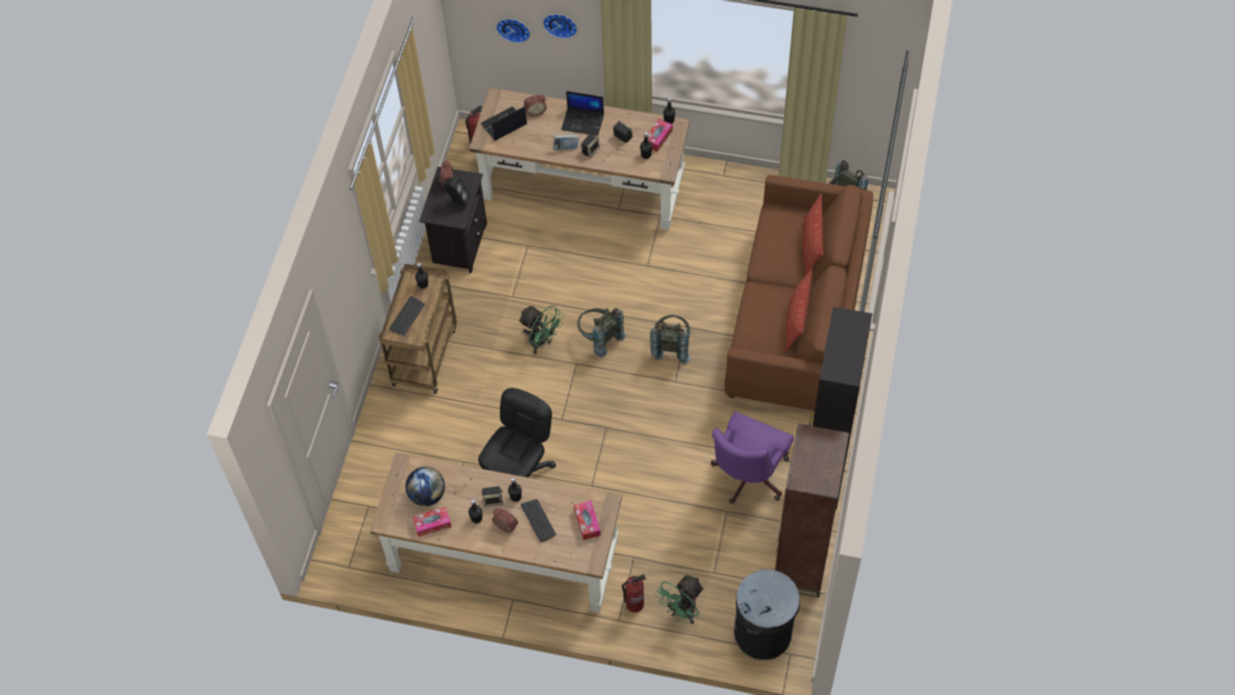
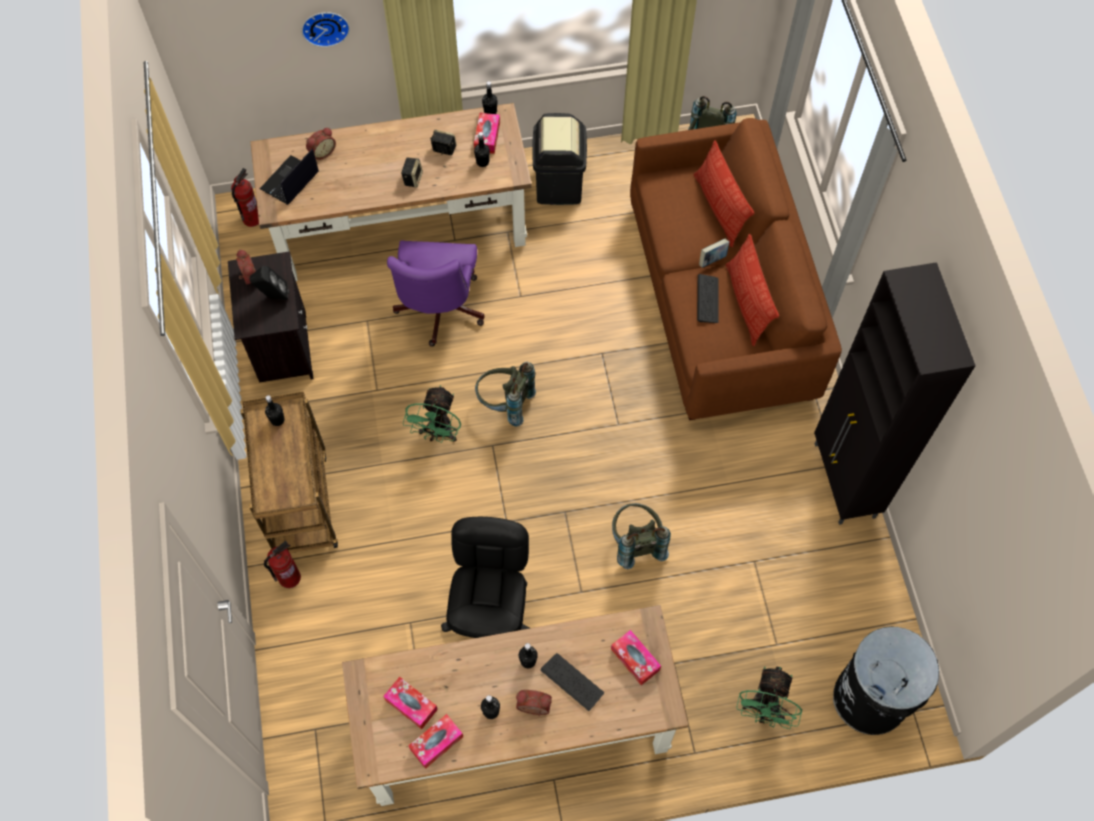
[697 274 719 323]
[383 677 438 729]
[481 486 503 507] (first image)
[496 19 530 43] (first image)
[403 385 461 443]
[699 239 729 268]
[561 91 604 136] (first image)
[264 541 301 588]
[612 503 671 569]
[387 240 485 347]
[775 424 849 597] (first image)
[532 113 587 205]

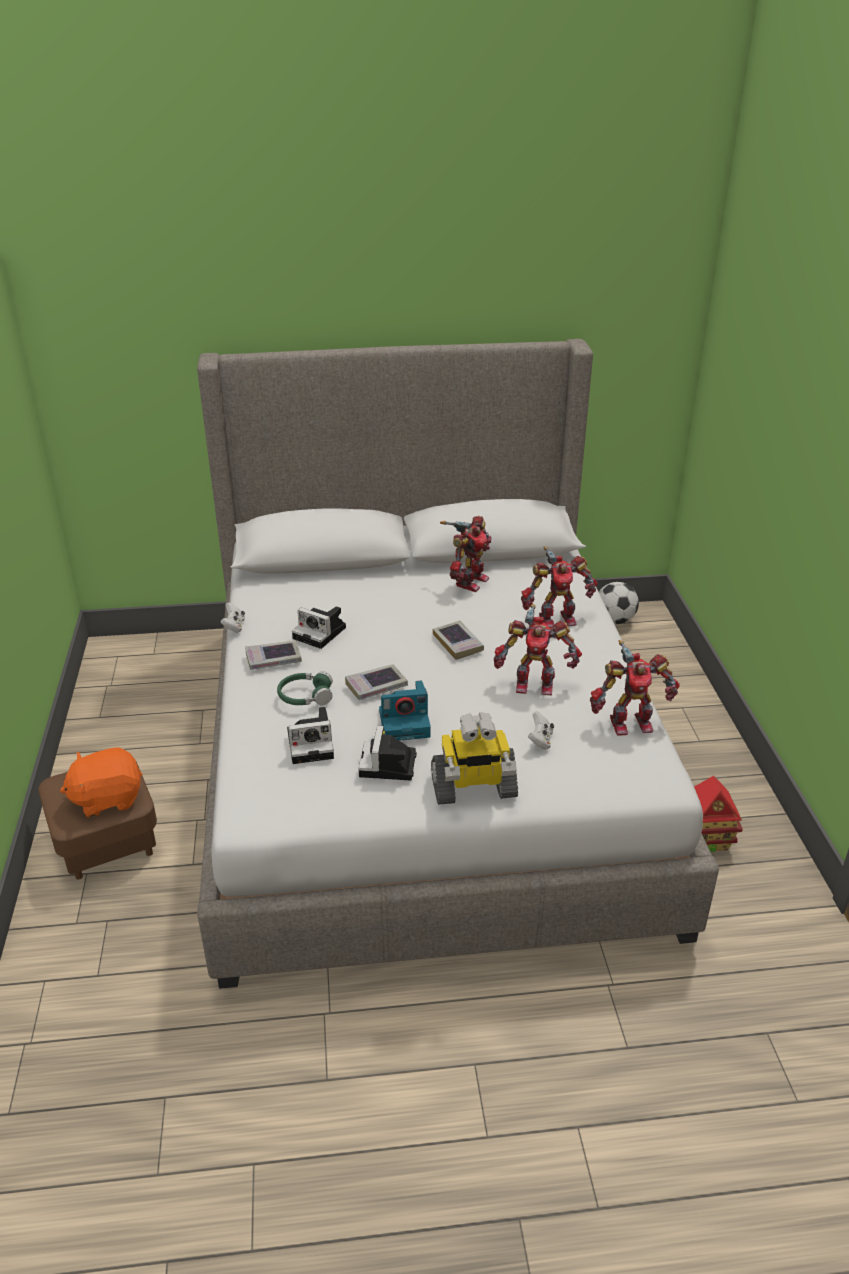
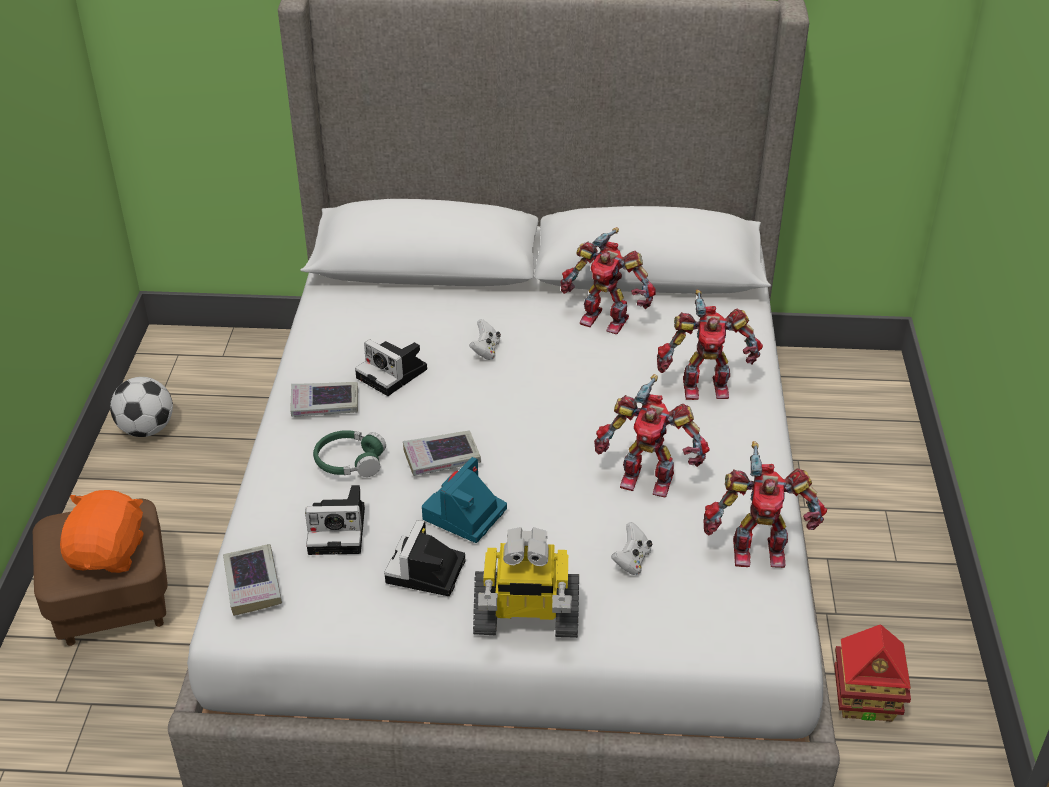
[60 490 144 573]
[469 319 501 360]
[422 457 507 543]
[223 544 282 616]
[560 227 656 334]
[110 377 173 437]

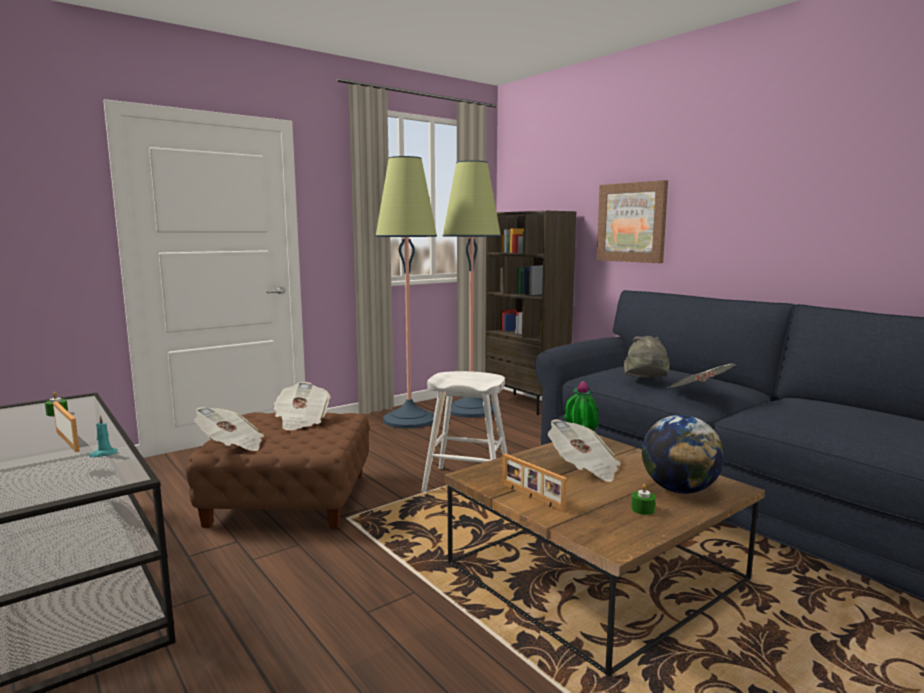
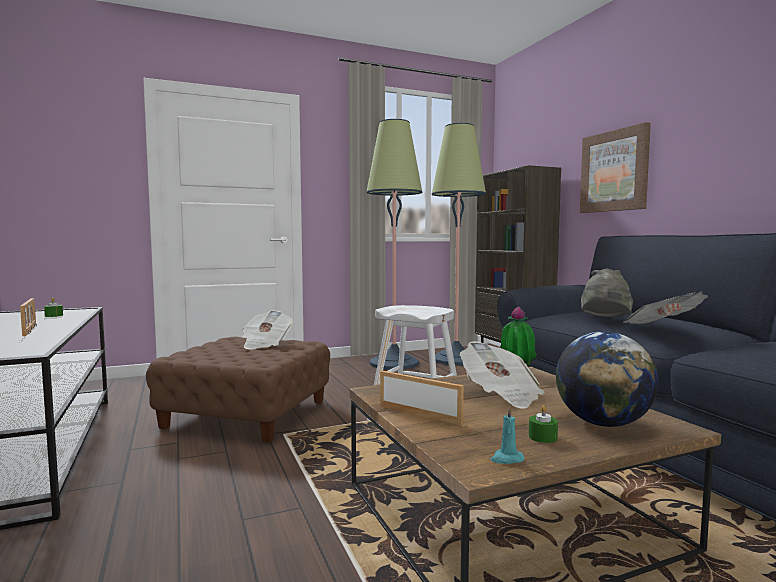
[491 406 525 464]
[194 407 264 451] (first image)
[380 371 464 425]

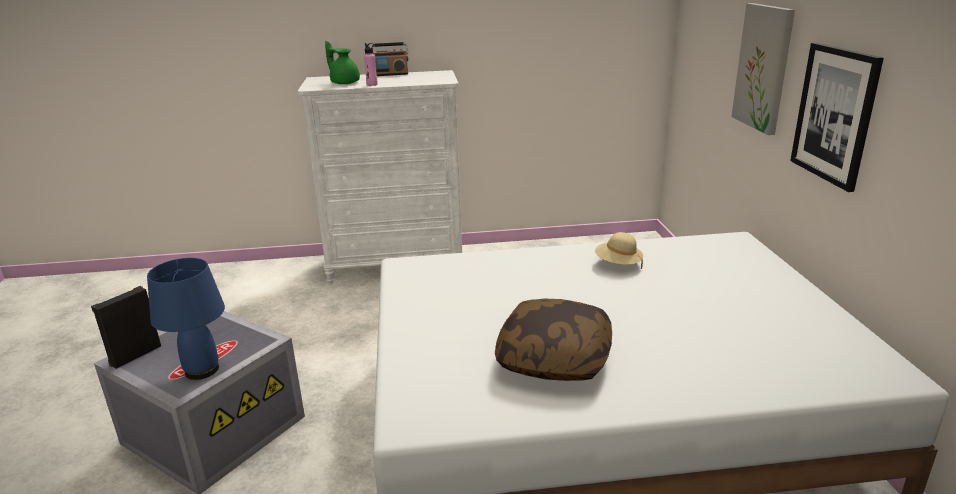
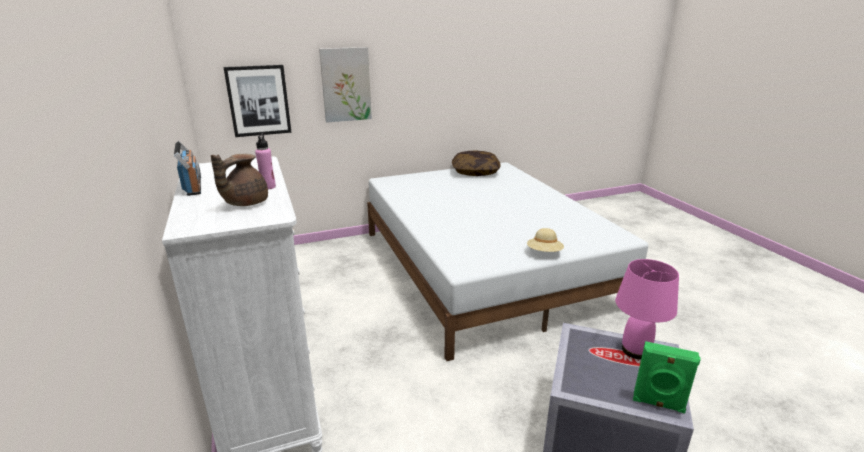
[633 341 701 413]
[615 259 679 359]
[211 154 268 206]
[452 150 501 176]
[527 228 564 252]
[223 65 291 137]

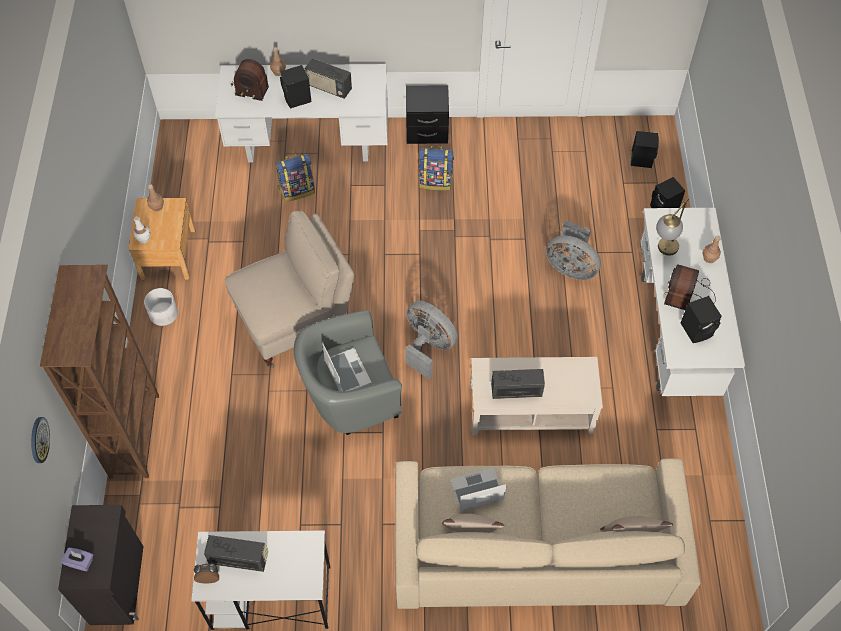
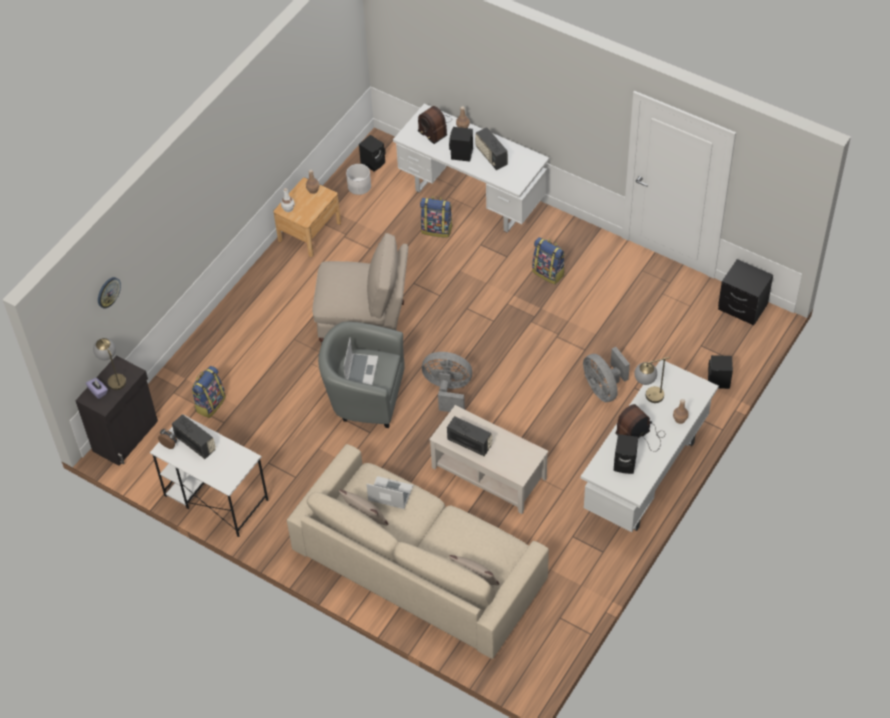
[40 265 159 479] (first image)
[346 164 371 195]
[718 259 773 325]
[422 352 472 412]
[359 135 386 171]
[93 338 126 390]
[191 366 226 418]

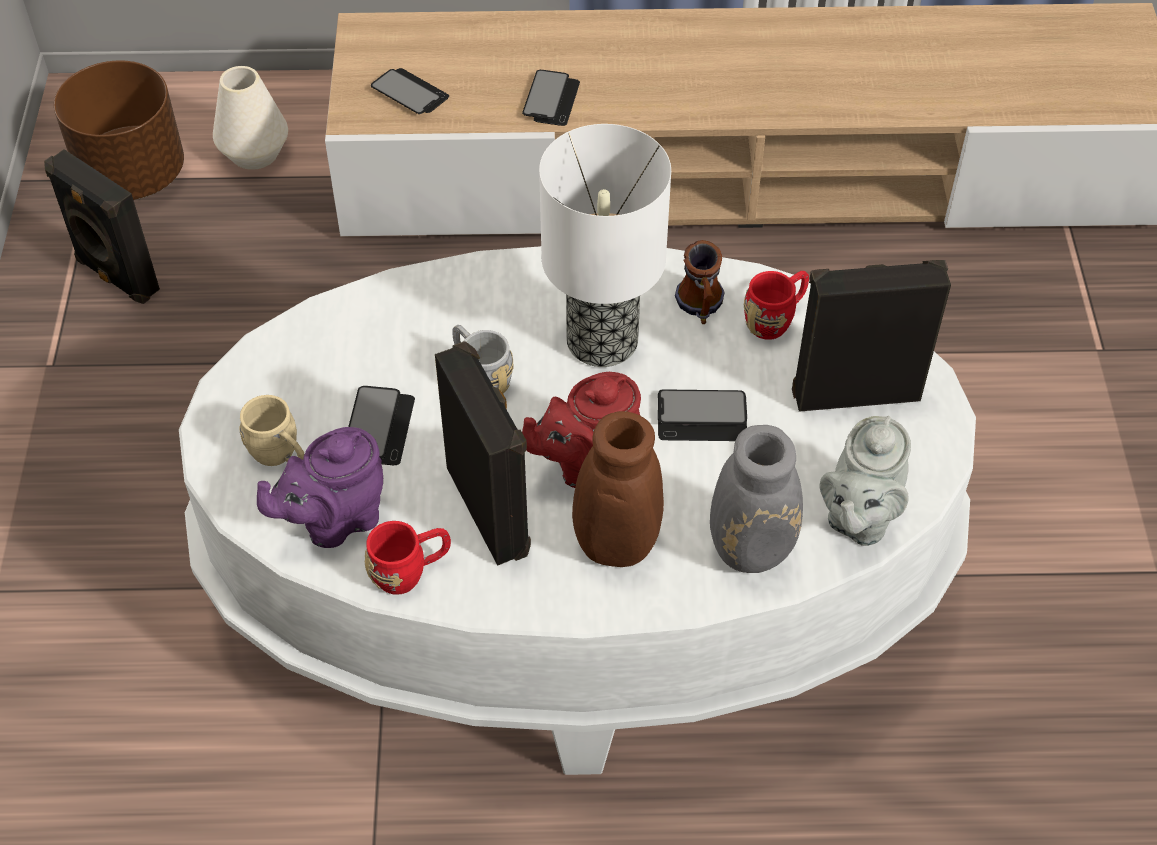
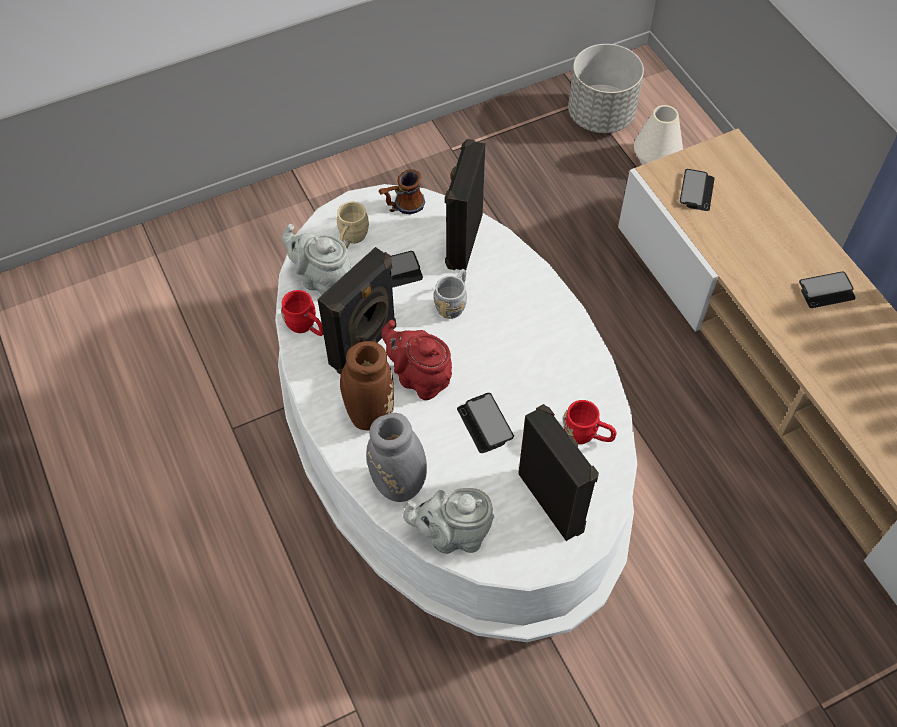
[445 139 485 270]
[568 44 644 133]
[282 224 350 296]
[799 271 856 308]
[539 124 671 367] (first image)
[379 169 425 214]

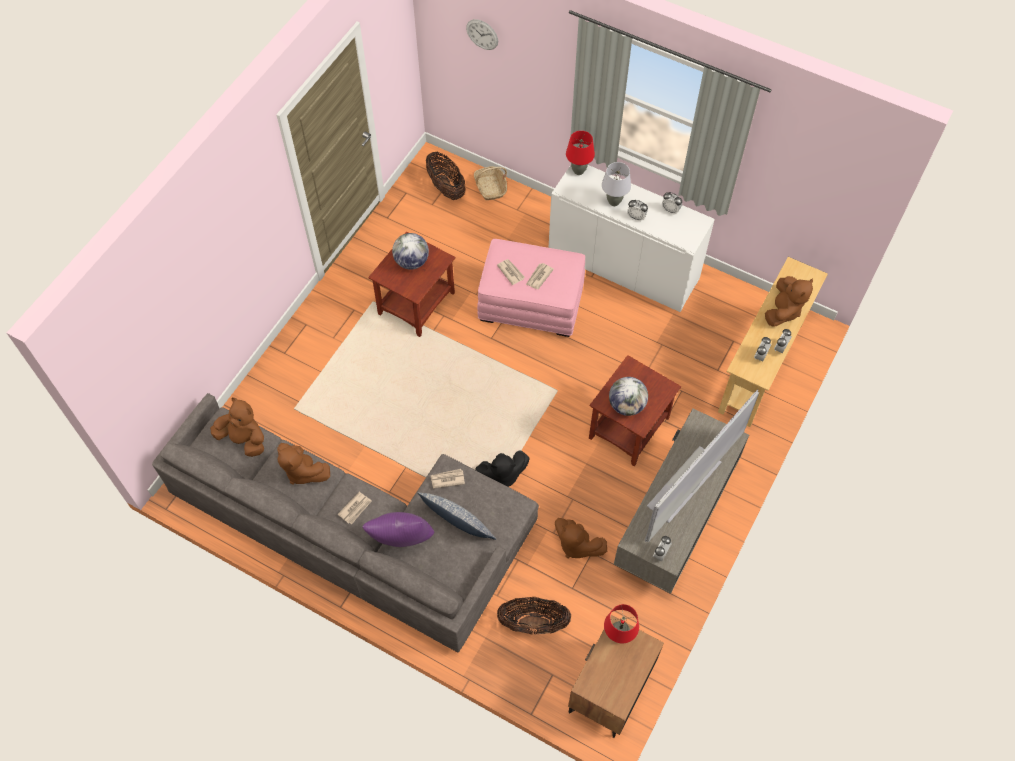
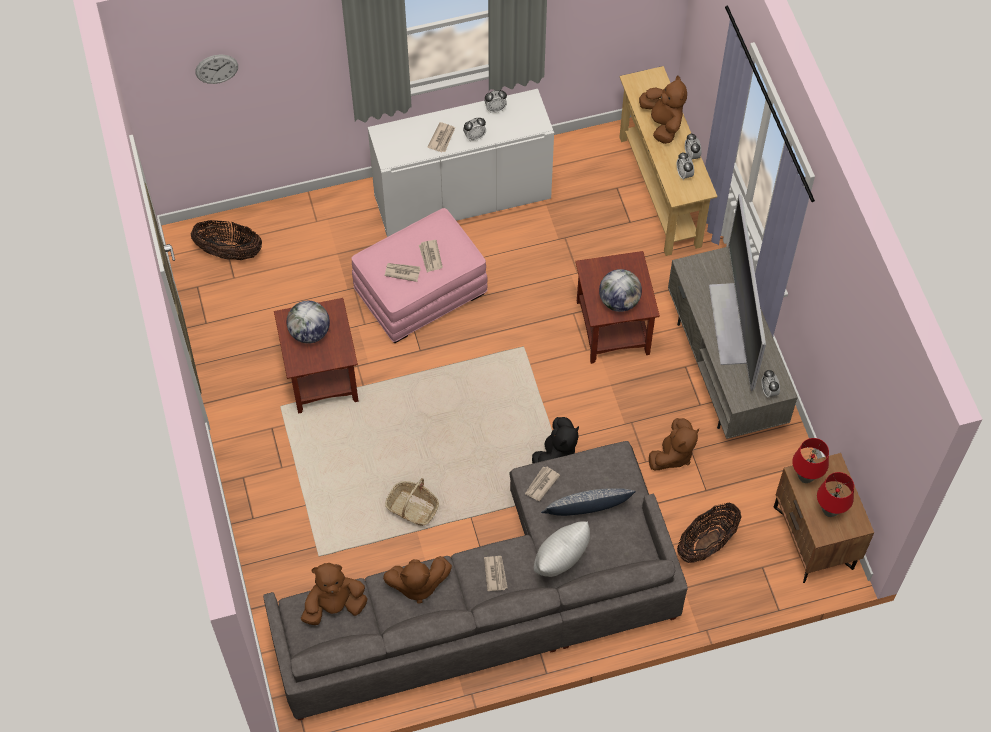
[534 521 590 577]
[385 478 439 526]
[649 418 699 470]
[817 472 854 517]
[427 122 455 152]

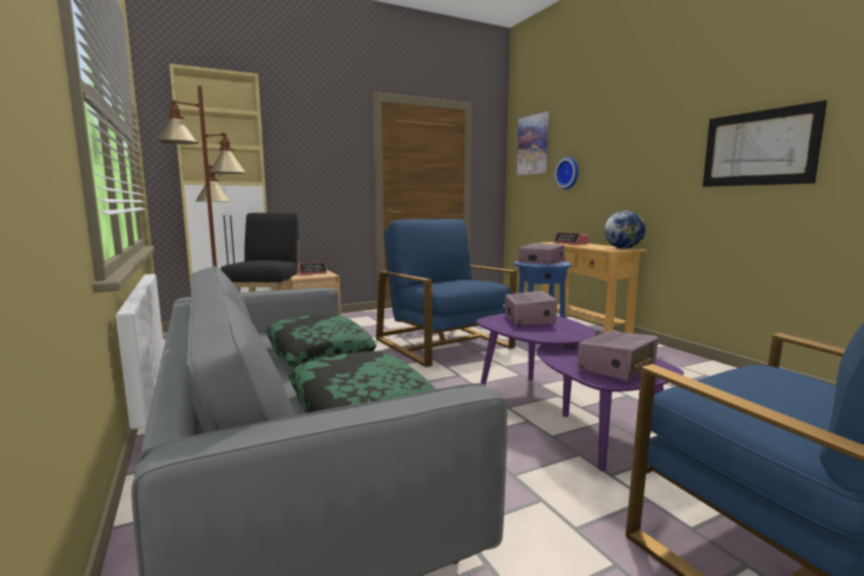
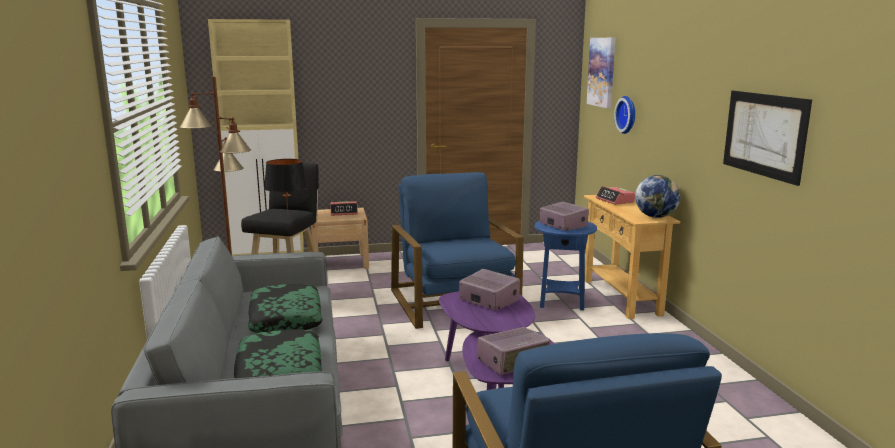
[459 269 520 310]
[264 159 308 214]

